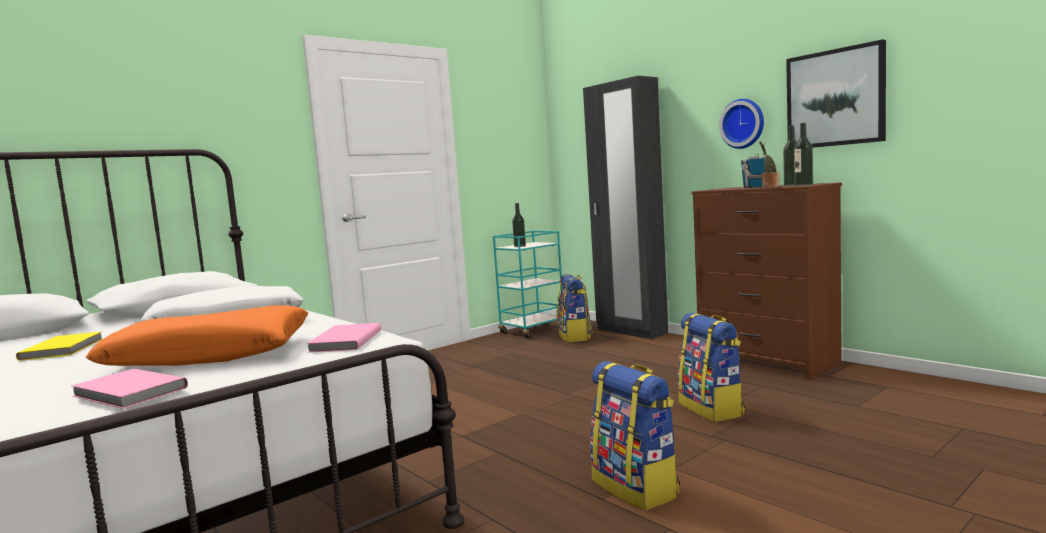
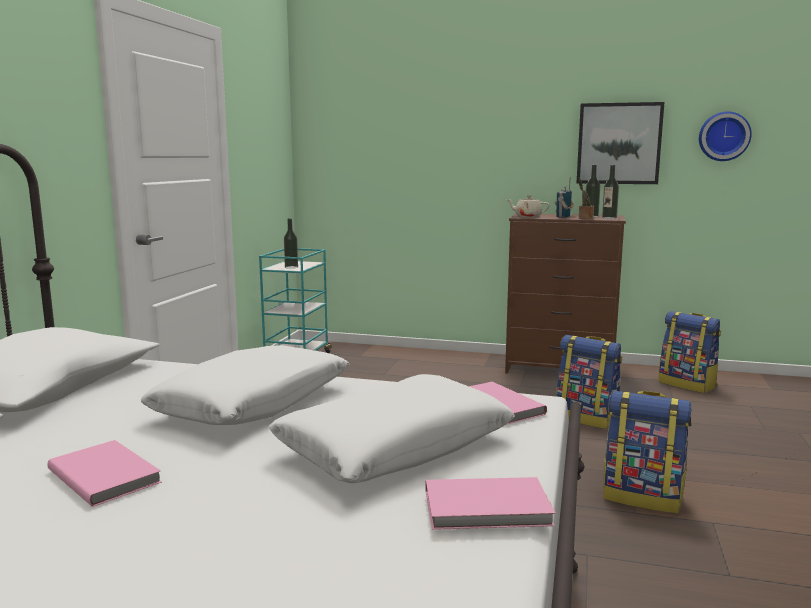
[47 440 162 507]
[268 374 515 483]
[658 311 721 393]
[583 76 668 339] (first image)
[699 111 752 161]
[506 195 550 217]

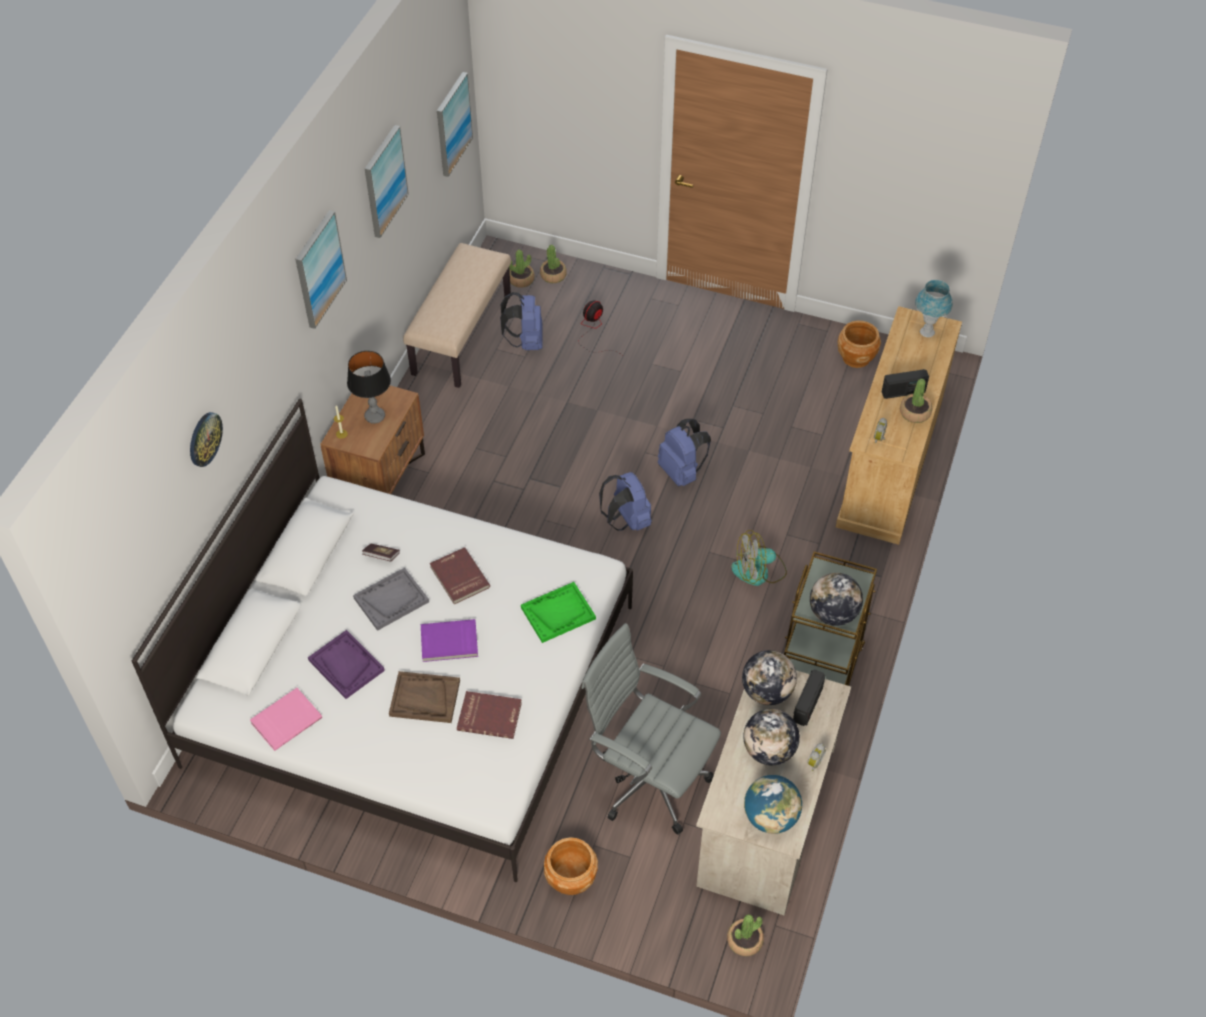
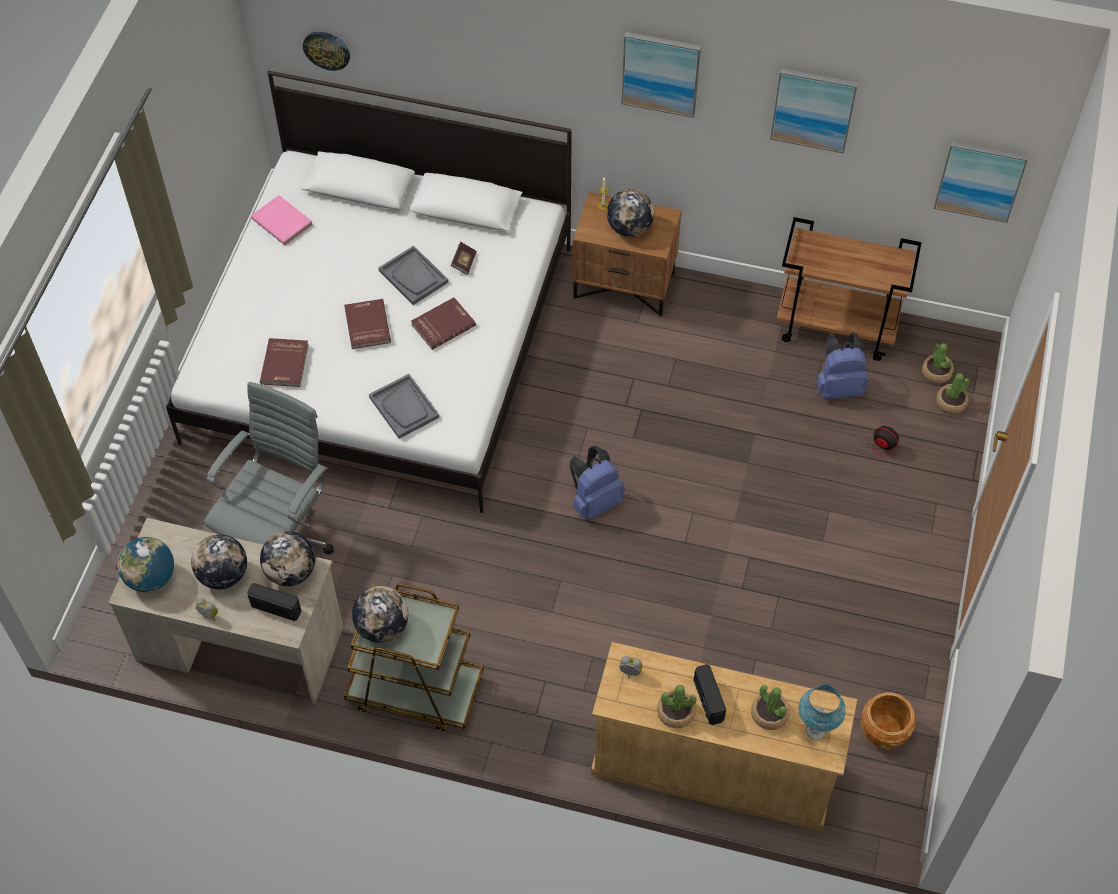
[303 32 350 71]
[308 630 385 699] (first image)
[607 189 654 237]
[389 671 460 723] (first image)
[776 217 922 361]
[344 299 391 349]
[369 374 439 439]
[544 837 598 895] (first image)
[658 419 711 486] (first image)
[751 685 790 730]
[731 530 787 586] (first image)

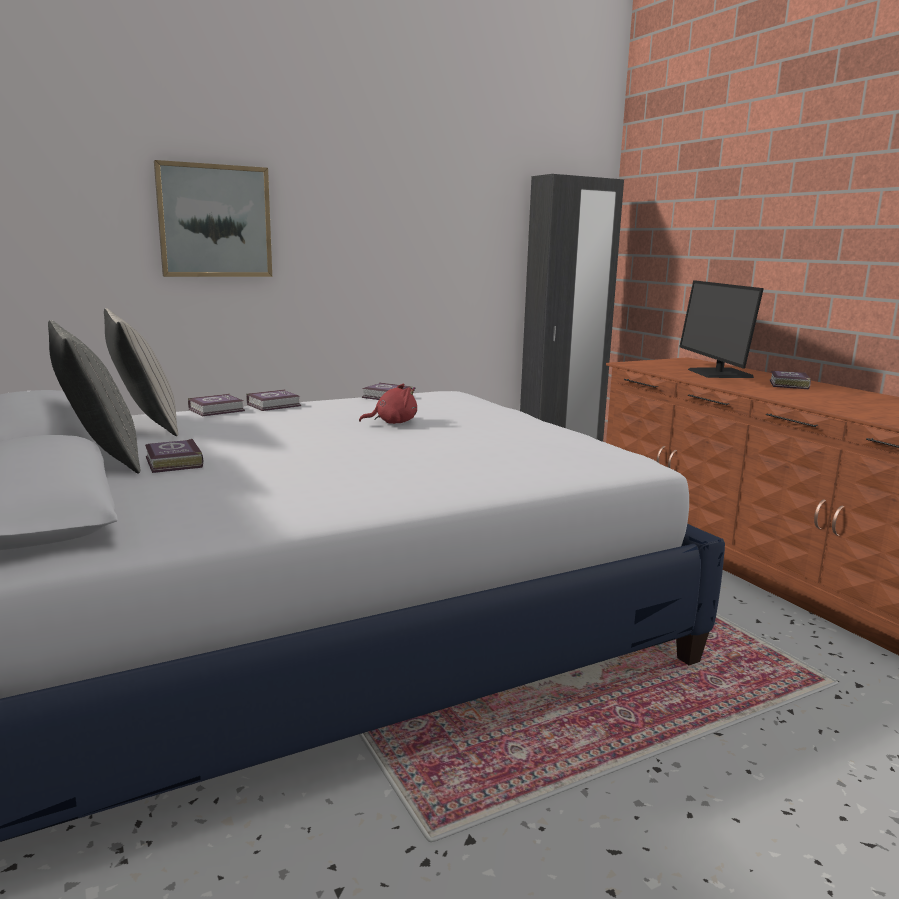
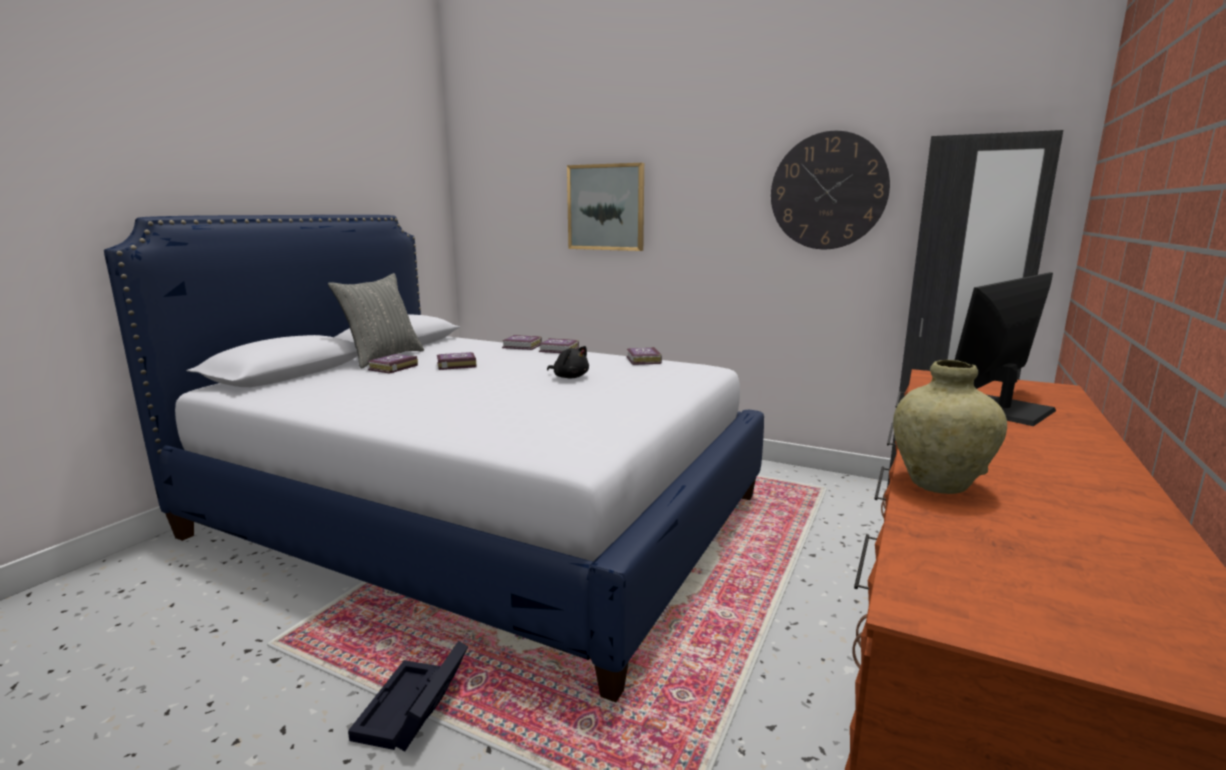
[104 308 178 436] (first image)
[547 346 589 378]
[437 352 476 370]
[348 641 468 752]
[771 131 890 249]
[893 360 1007 494]

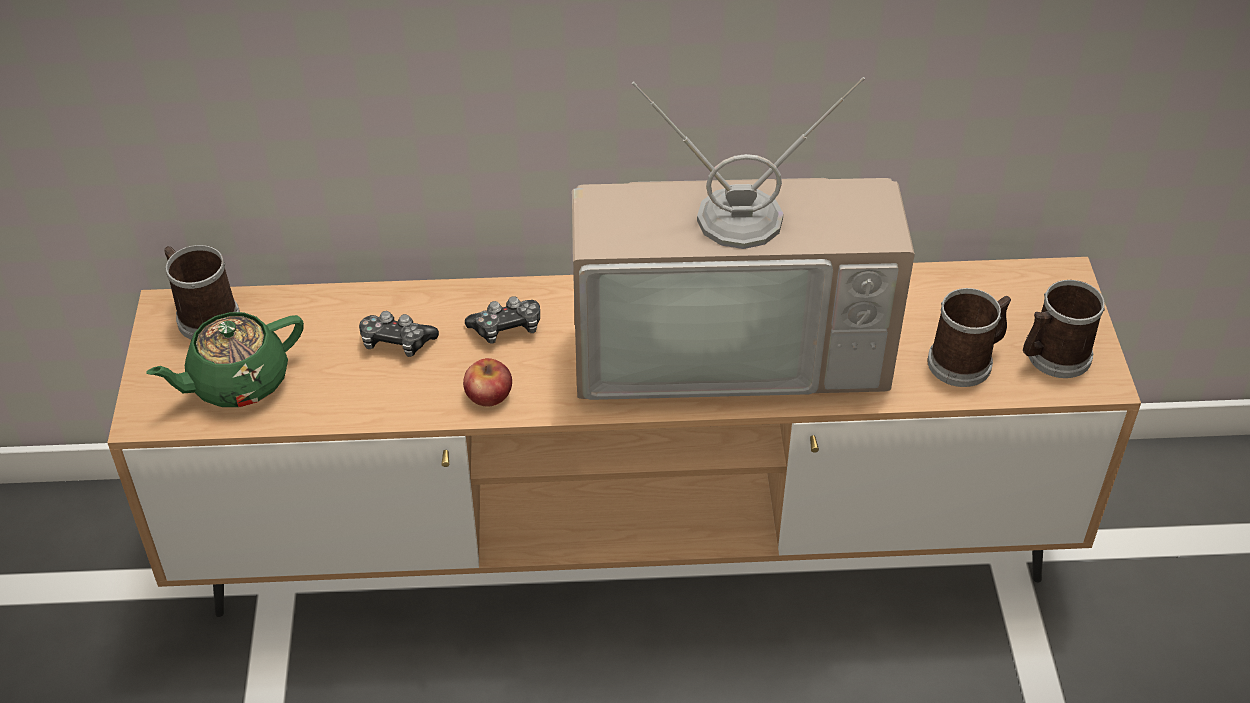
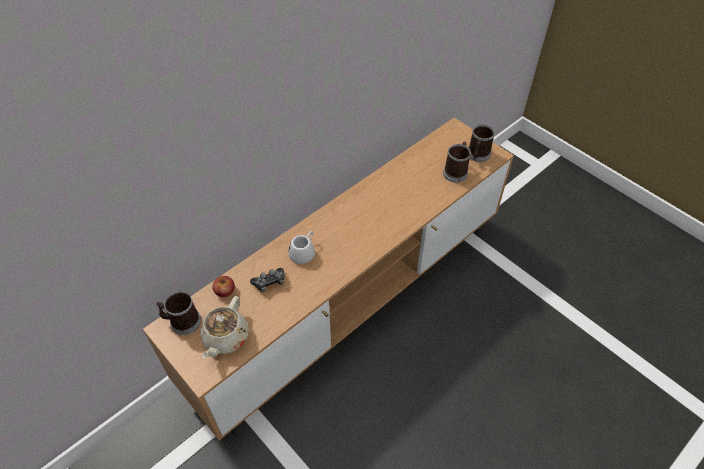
[200 296 249 358]
[212 276 235 297]
[288 231 315 264]
[572 77 915 400] (first image)

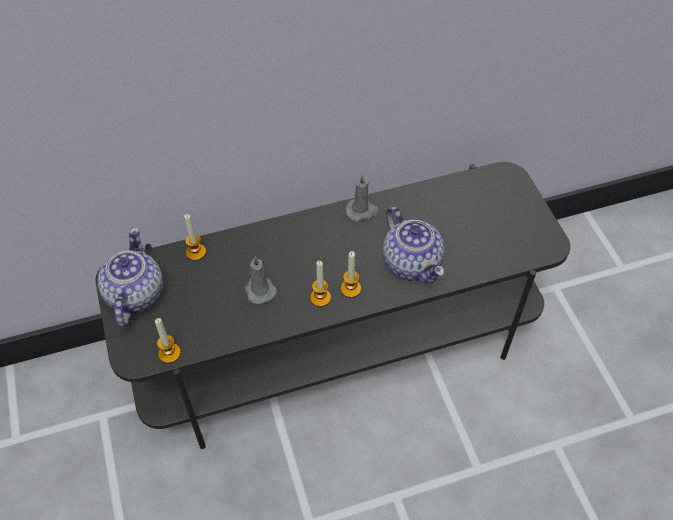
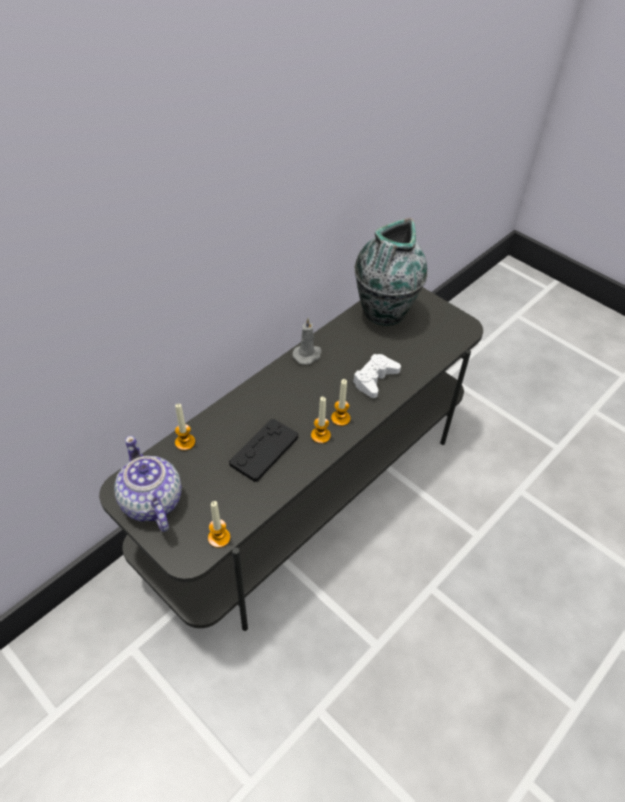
[229 419 298 482]
[353 354 401 398]
[355 218 427 326]

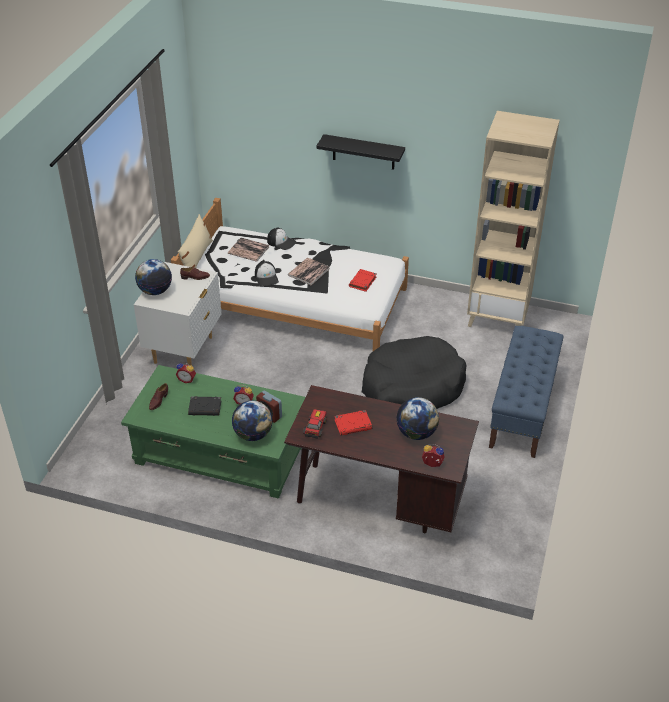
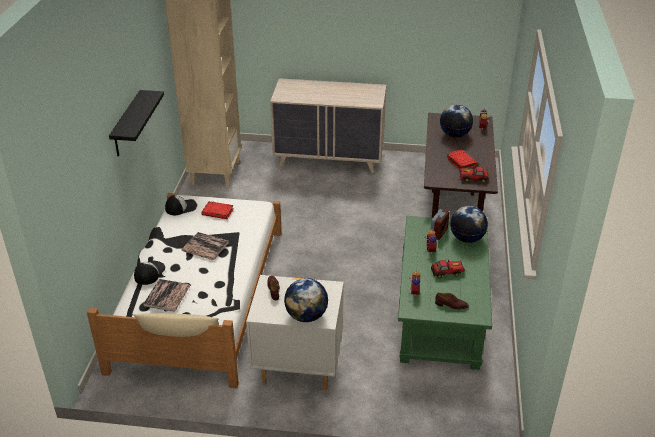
[431 260 465 278]
[165 195 197 215]
[362 336 467 409] (first image)
[270 78 386 173]

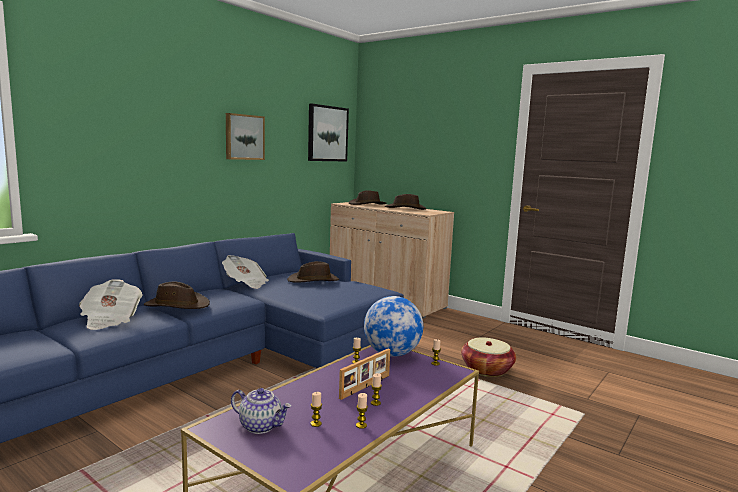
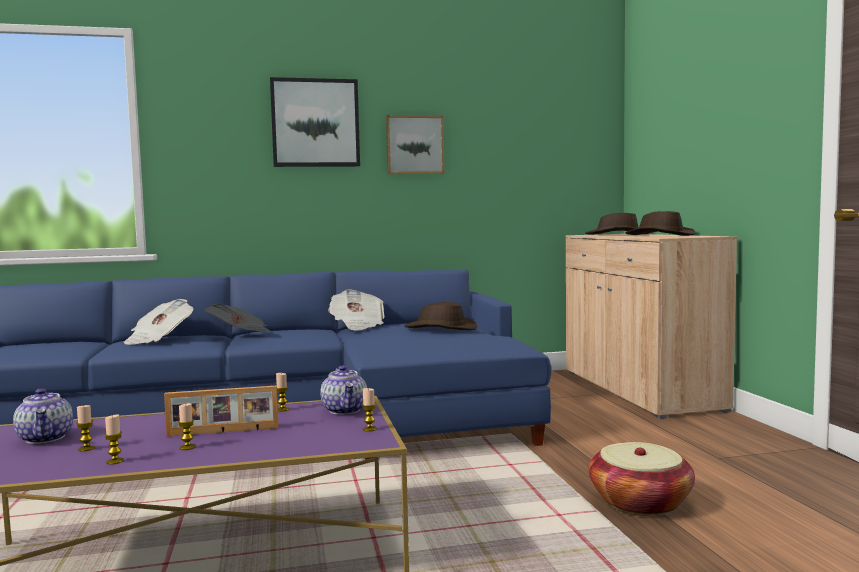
[204 304 270 332]
[270 77 360 167]
[320 365 367 415]

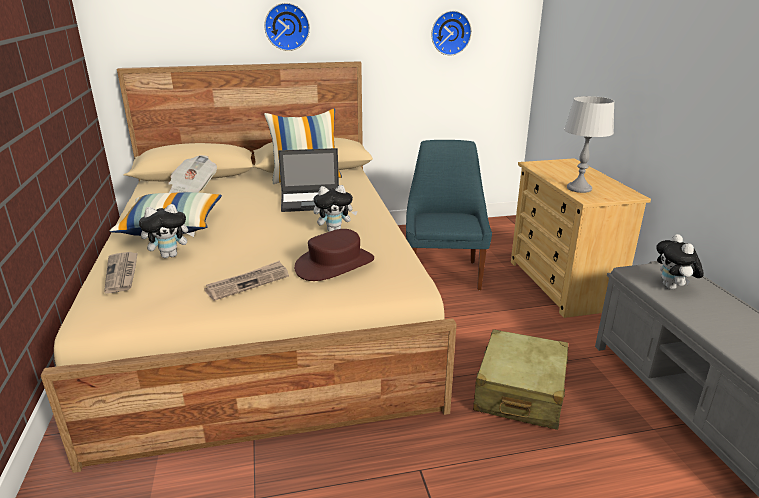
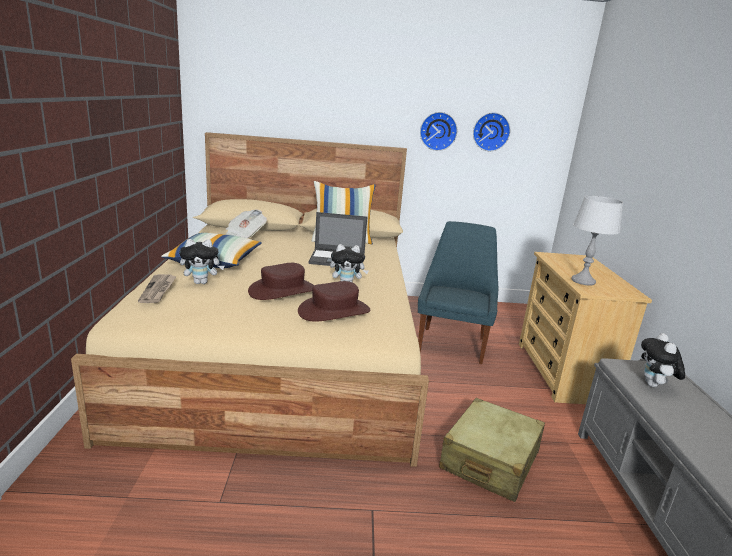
[204 260 289 301] (first image)
[420 112 457 151]
[248 263 314 300]

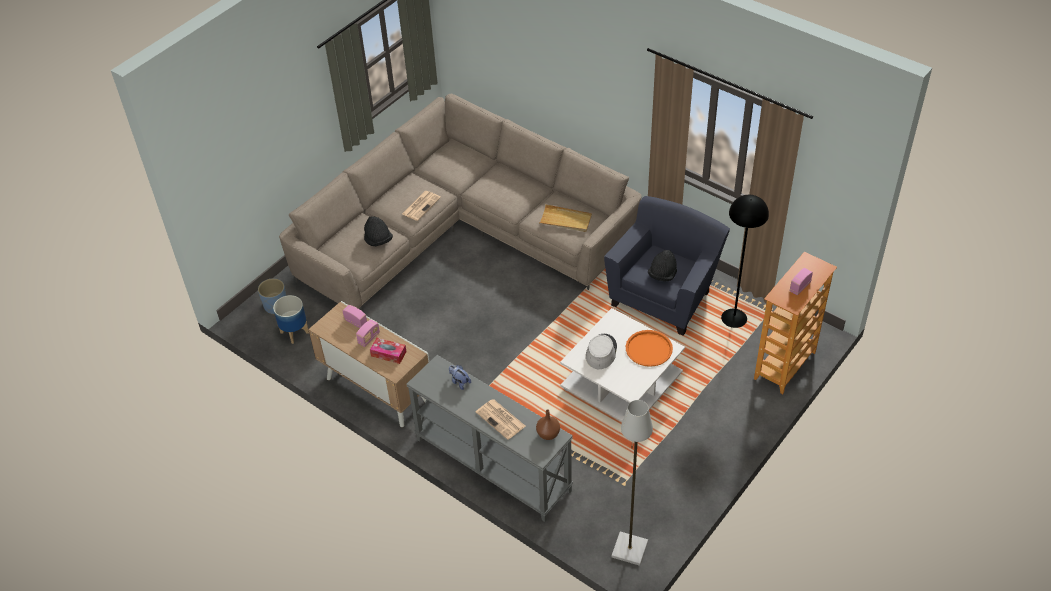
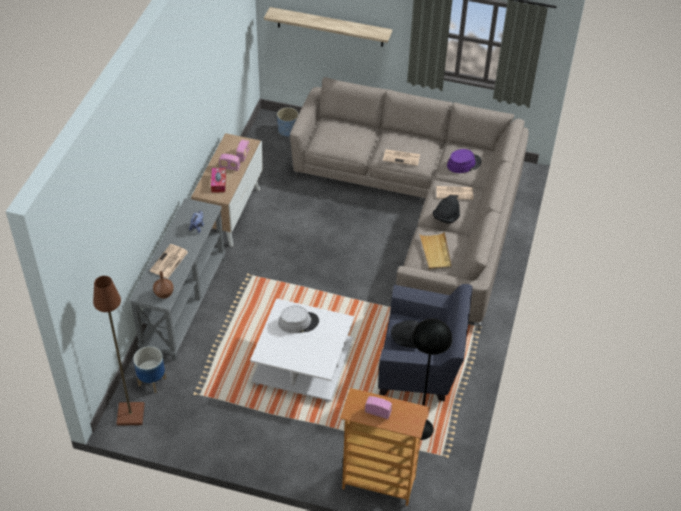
[133 346 166 393]
[433 196 460 223]
[93 276 144 426]
[626 330 673 367] (first image)
[264 7 392 47]
[436 186 473 200]
[447 149 482 173]

